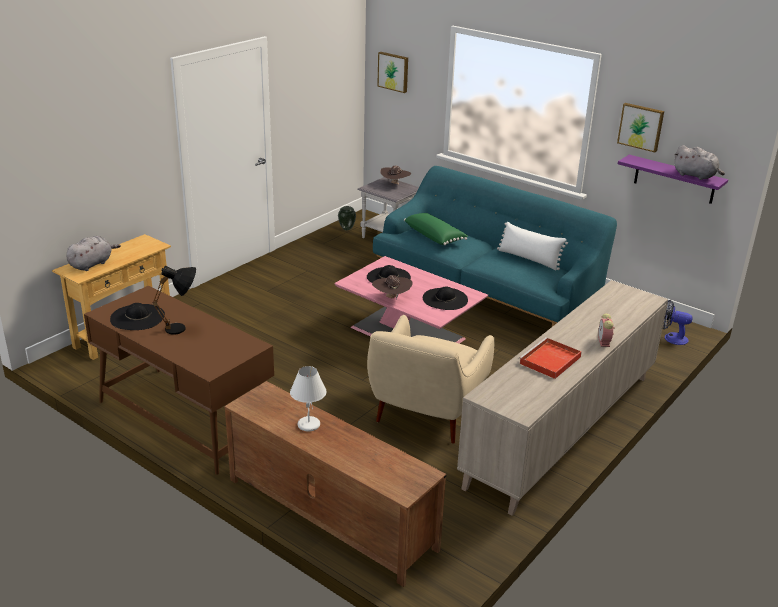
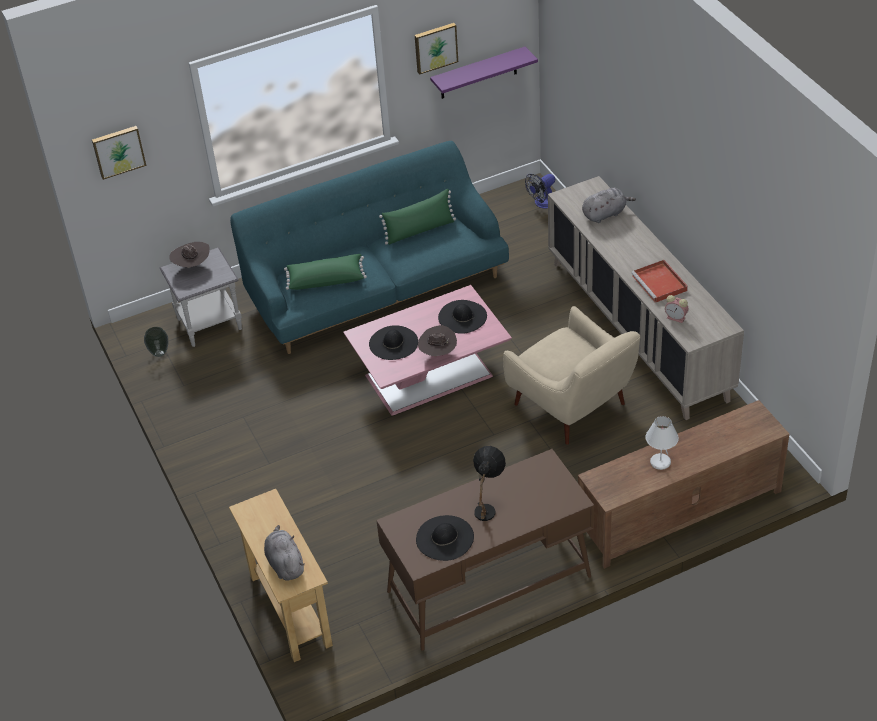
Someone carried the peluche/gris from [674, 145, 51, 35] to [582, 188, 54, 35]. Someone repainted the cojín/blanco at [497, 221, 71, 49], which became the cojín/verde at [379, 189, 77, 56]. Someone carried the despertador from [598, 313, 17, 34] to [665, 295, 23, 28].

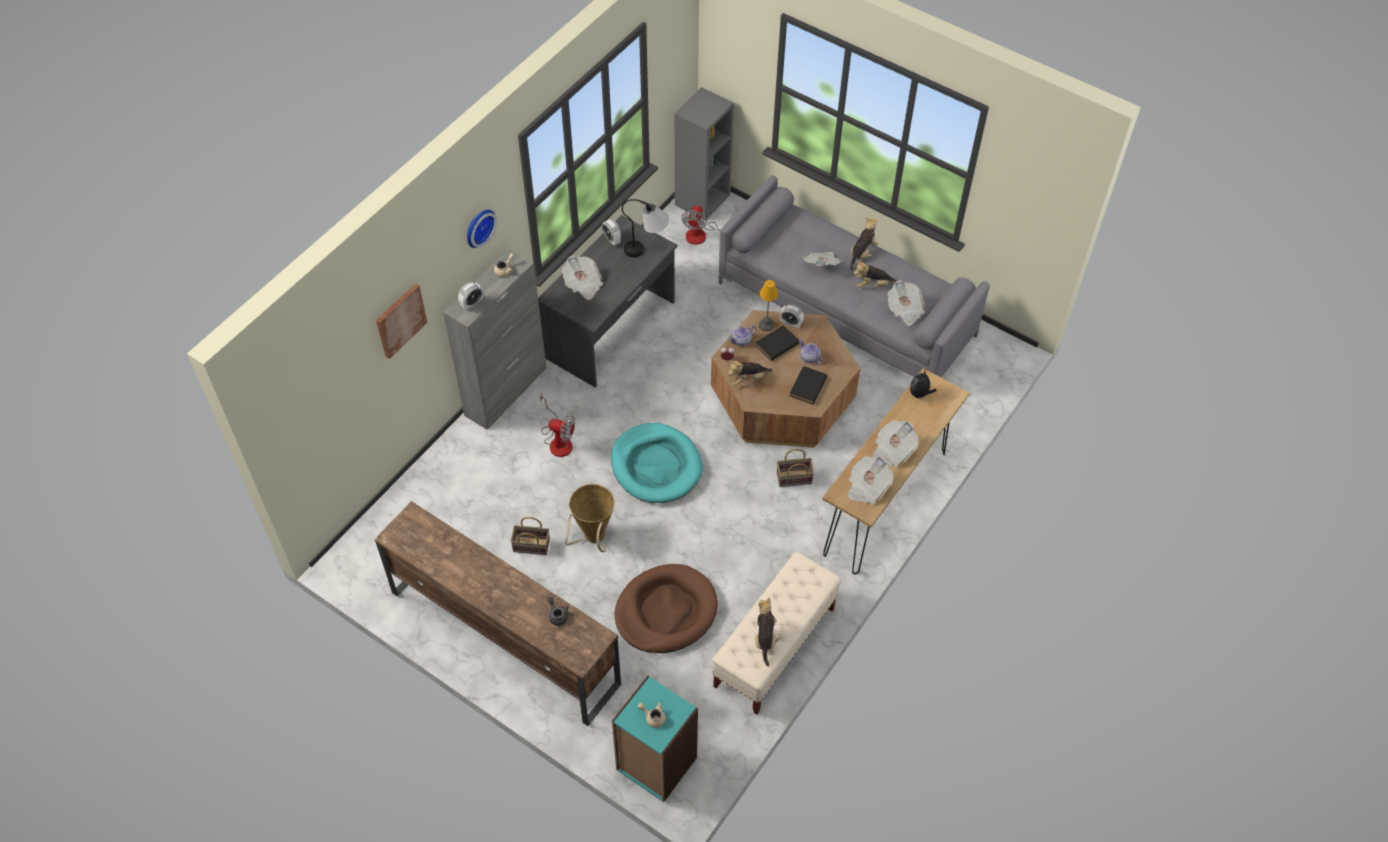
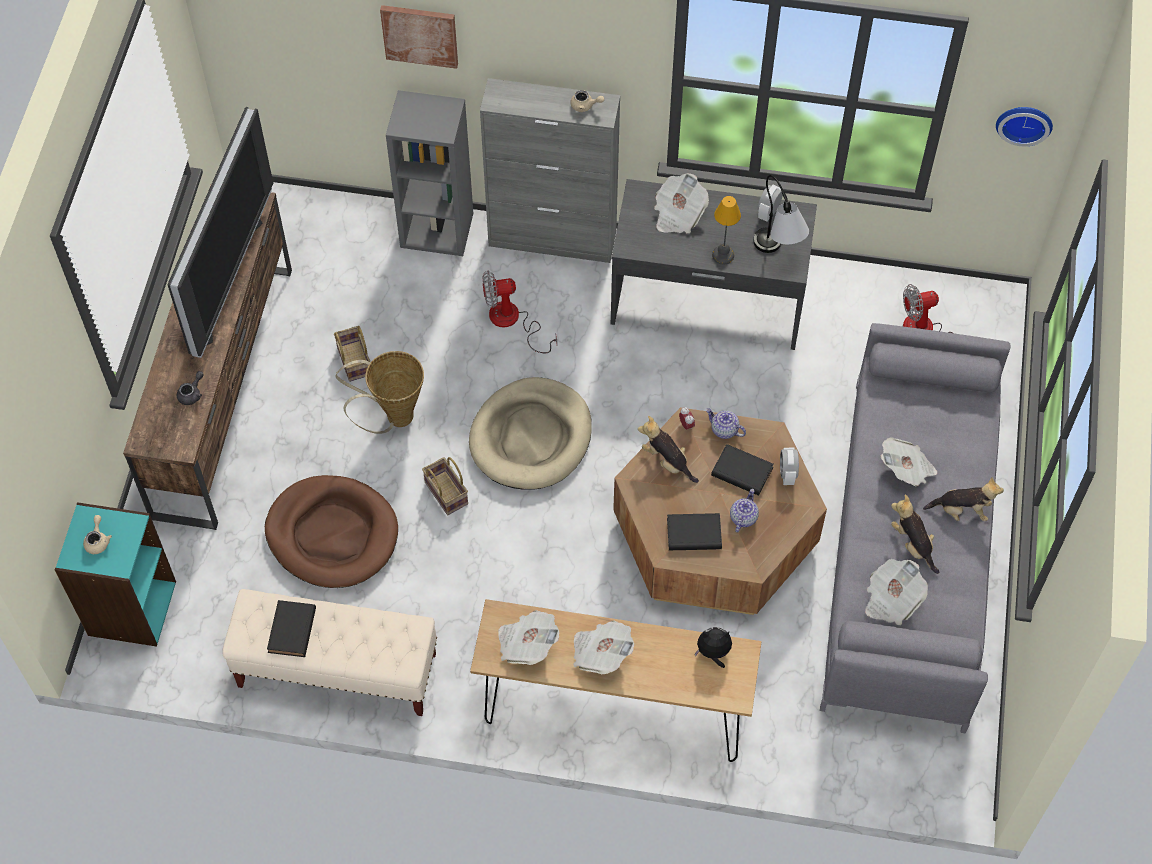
Someone carried the estantería/gris from [674, 87, 60, 133] to [386, 90, 87, 166]. Someone carried the reloj de pared from [467, 210, 30, 38] to [996, 107, 57, 39]. Someone carried the lámpara de mesa from [759, 280, 20, 51] to [712, 196, 29, 69]. Someone took away the despertador at [458, 282, 25, 28]. Someone rotated the ventilador at [540, 393, 35, 64] by 90 degrees clockwise. Someone repainted the cama para perro/turquesa at [611, 423, 92, 80], which became the cama para perro/beis at [469, 377, 123, 112]. Someone carried the cesta from [777, 449, 37, 38] to [422, 457, 46, 58]. Someone swapped the peluche at [755, 597, 25, 69] for the libro/negro at [267, 600, 49, 57]. Someone put down the televisor at [167, 107, 106, 251].

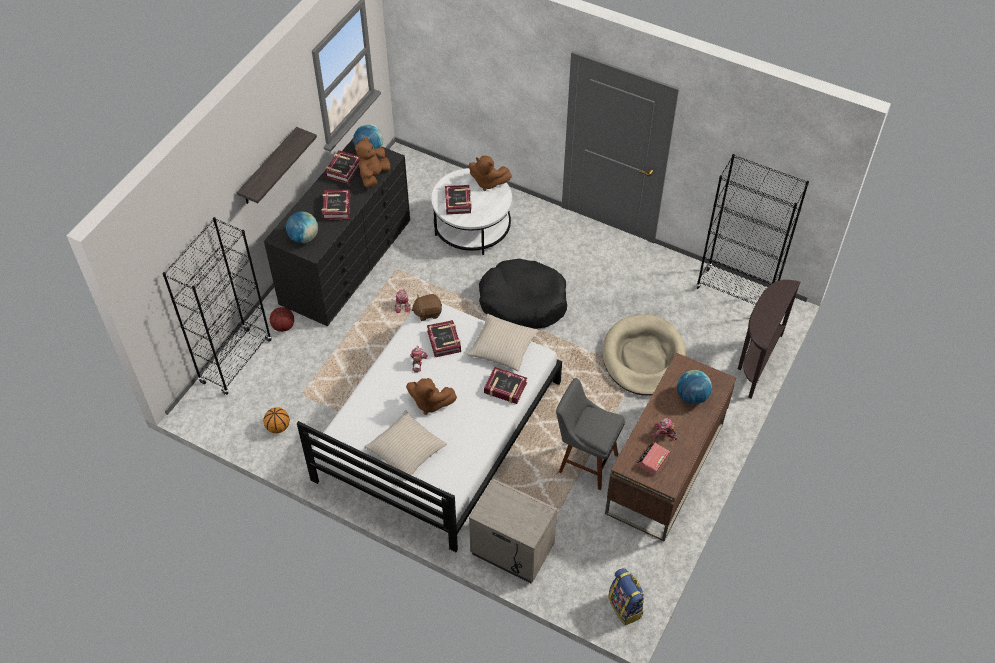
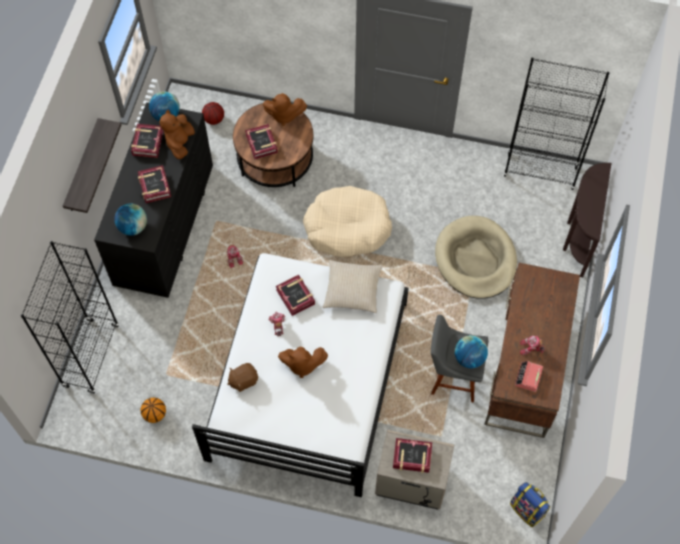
Someone repainted the mesa de centro/blanco at [431, 168, 81, 87], which became the mesa de centro/marrón at [233, 103, 80, 84]. Someone repainted the cama para perro/negro at [479, 259, 88, 70], which became the cama para perro/beis at [303, 186, 89, 71]. Someone carried the peluche/marrón from [411, 294, 31, 27] to [227, 363, 31, 29]. Someone carried the balón de baloncesto from [270, 307, 24, 25] to [202, 102, 22, 23]. Someone carried the libro from [484, 367, 43, 37] to [393, 438, 39, 35]. Someone carried the globo terráqueo from [677, 370, 35, 34] to [455, 335, 33, 33]. Someone took away the cojín/beis at [364, 410, 83, 71].

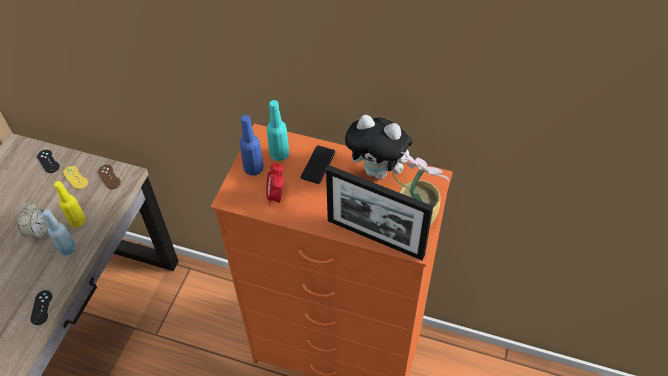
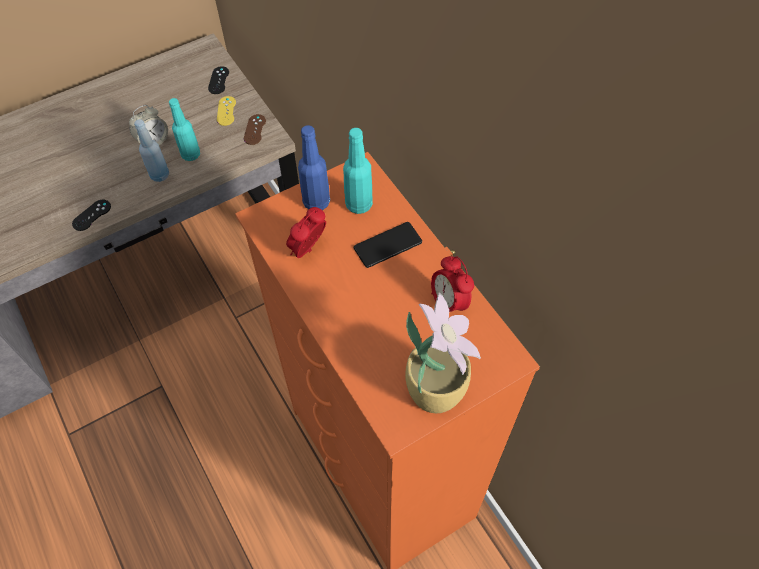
Someone swapped the peluche at [345, 115, 70, 65] for the despertador at [431, 256, 43, 56]. Someone took away the portarretratos at [326, 165, 107, 96]. Someone repainted the botella/amarillo at [54, 181, 32, 46], which became the botella/turquesa at [169, 98, 31, 63].

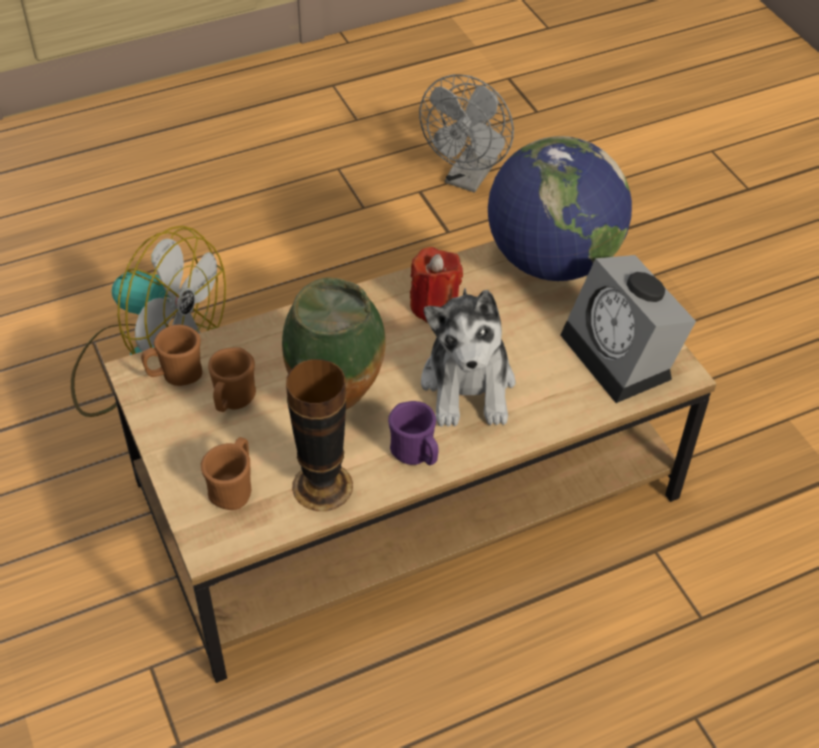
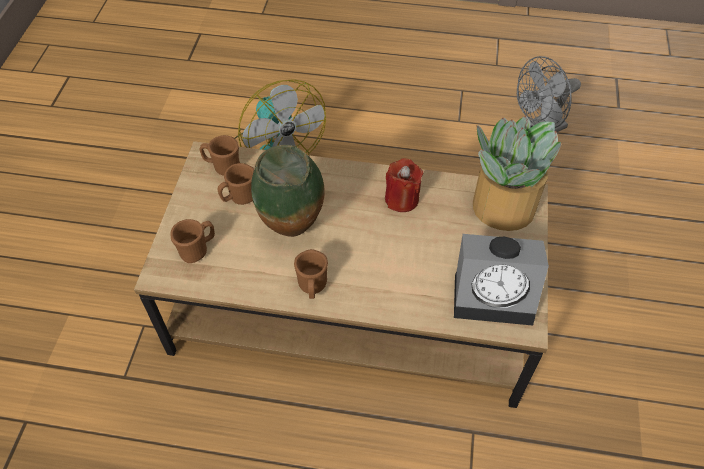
Someone swapped the globo terráqueo at [488, 136, 144, 145] for the planta en maceta at [473, 116, 89, 115]. Someone rotated the despertador at [561, 255, 135, 148] by 90 degrees counterclockwise. Someone took away the peluche at [421, 288, 95, 139]. Someone took away the florero at [286, 359, 67, 152]. Someone repainted the taza grande/morado at [388, 401, 51, 64], which became the taza grande/marrón at [294, 249, 34, 50].

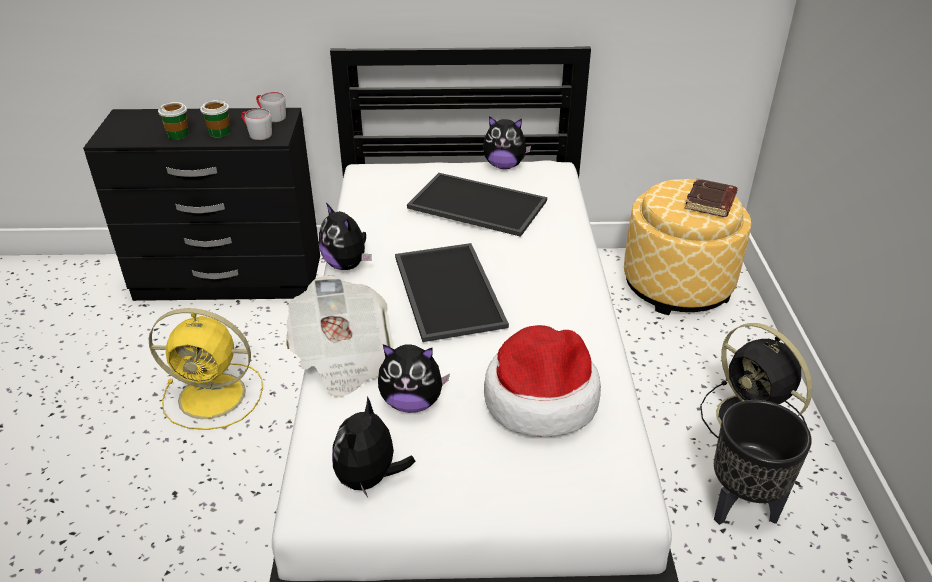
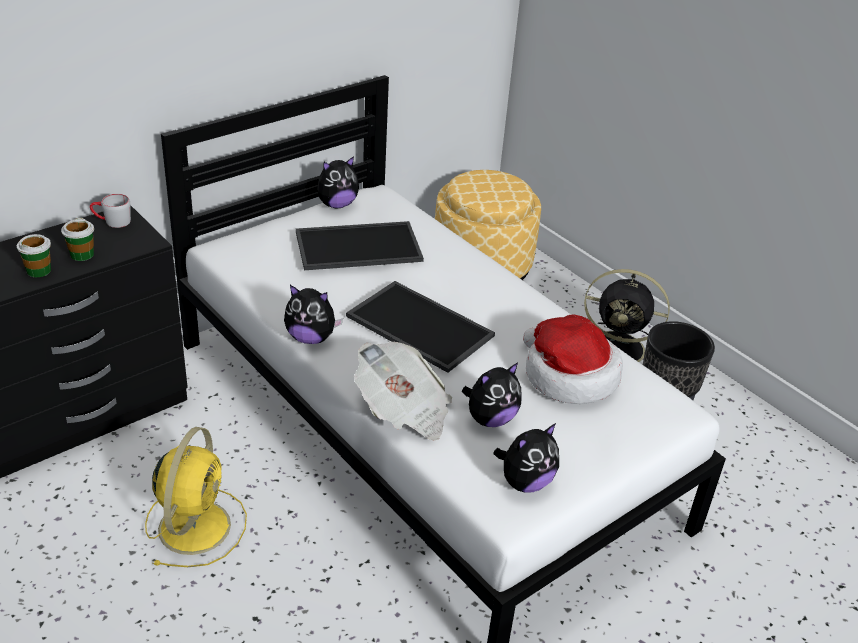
Someone took away the taza grande/gris at [241, 108, 31, 32]. Someone took away the libro/marrón at [684, 178, 54, 39]. Someone rotated the ventilador/amarillo at [149, 308, 114, 122] by 45 degrees counterclockwise. Someone rotated the peluche at [332, 396, 84, 102] by 105 degrees counterclockwise.

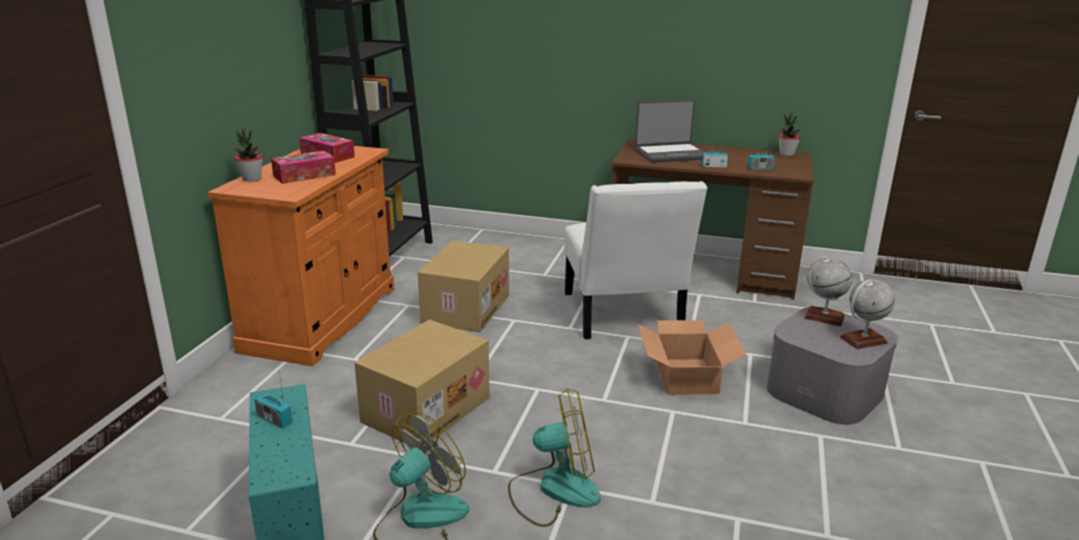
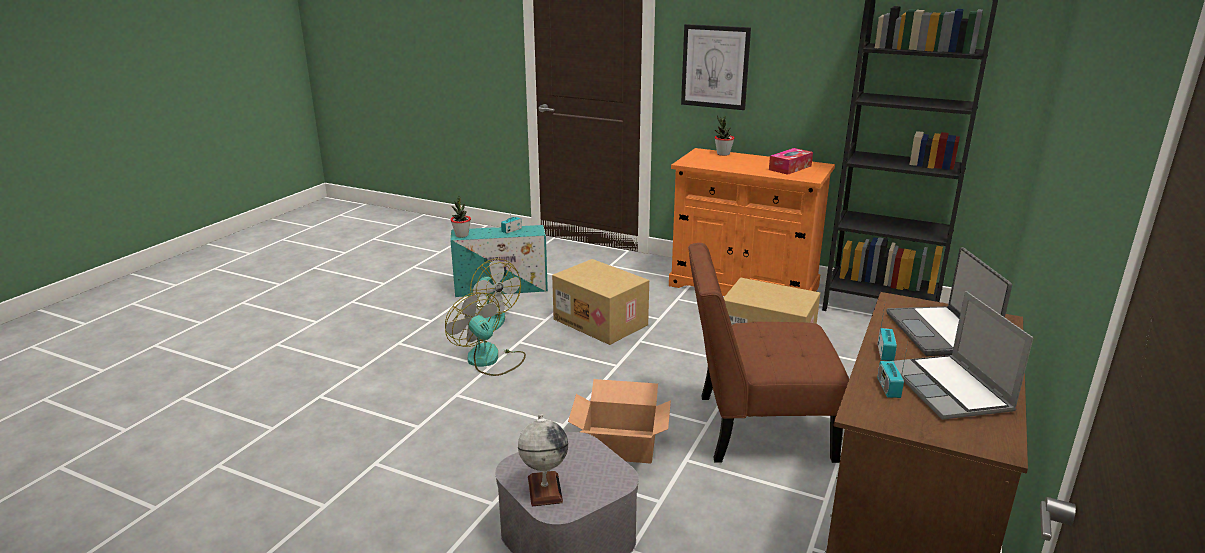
Someone carried the planta en maceta from [778, 112, 23, 44] to [450, 196, 21, 41]. Someone took away the caja de pañuelos at [271, 151, 65, 33]. Someone repainted the silla/blanco at [564, 181, 143, 158], which became the silla/marrón at [688, 243, 161, 220]. Someone took away the globo terráqueo at [804, 257, 48, 70]. Someone rotated the ventilador at [508, 388, 93, 139] by 135 degrees clockwise. Someone put up the cuadro at [681, 24, 70, 86]. Someone put down the portátil at [893, 291, 141, 129].

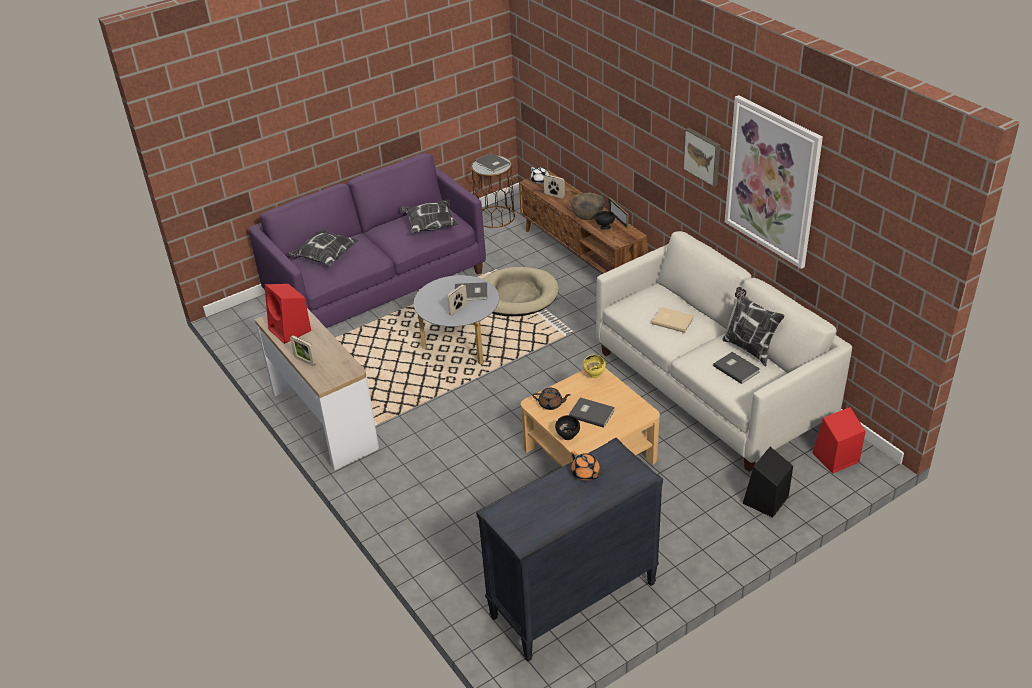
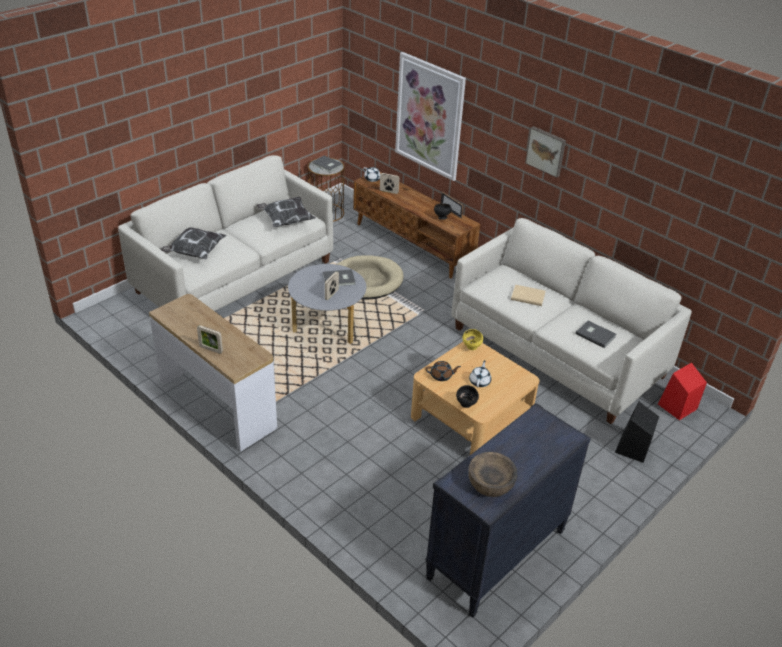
Someone carried the cuadro from [725, 95, 98, 174] to [395, 52, 71, 129]. Someone repainted the sofá/morado at [249, 153, 237, 175], which became the sofá/blanco at [118, 155, 215, 156]. Someone carried the cuenco/marrón from [571, 193, 34, 27] to [468, 452, 49, 45]. Someone took away the altavoz/rojo at [265, 284, 46, 60]. Someone took away the cojín at [722, 287, 63, 79]. Someone swapped the libro/gris at [569, 397, 46, 31] for the tetera/blanco at [469, 360, 22, 27]. Someone took away the tetera/naranja at [571, 451, 31, 30].

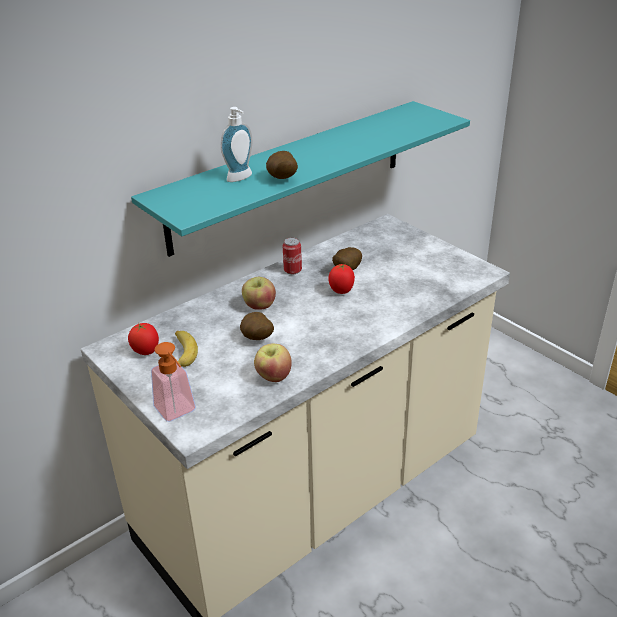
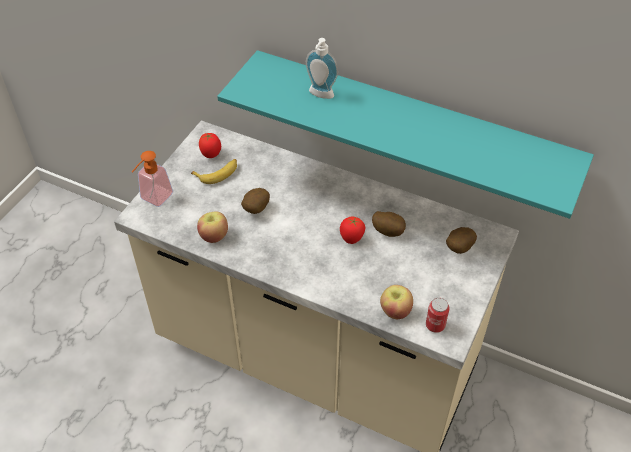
Someone carried the patata from [266, 151, 32, 28] to [446, 227, 31, 27]. Someone carried the lata from [282, 238, 20, 37] to [426, 298, 24, 35]. Someone carried the manzana from [242, 277, 34, 33] to [380, 285, 33, 34].

